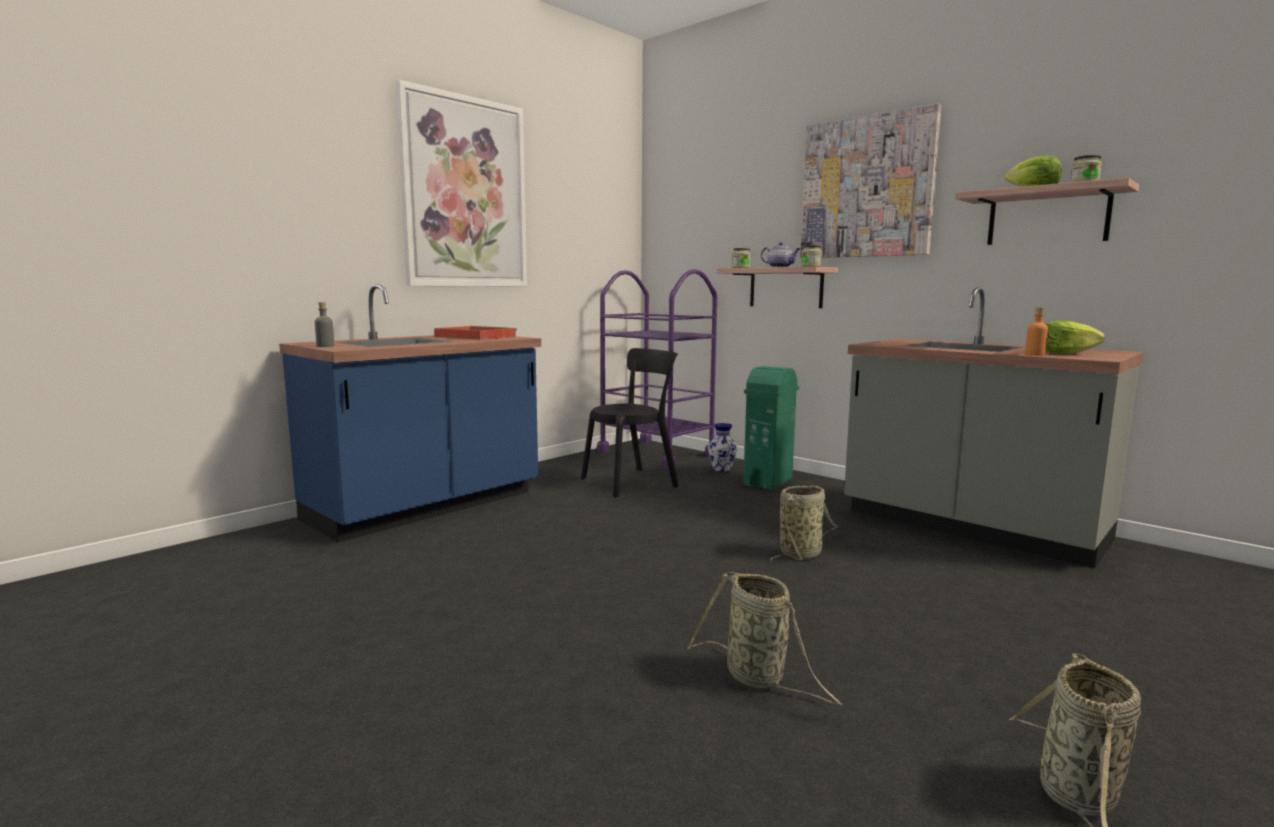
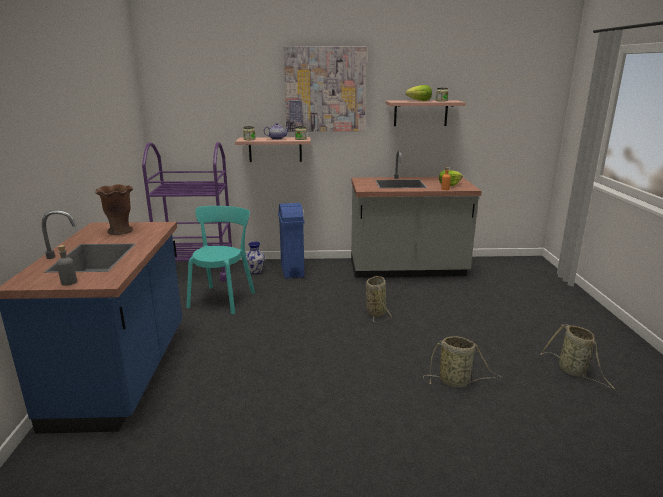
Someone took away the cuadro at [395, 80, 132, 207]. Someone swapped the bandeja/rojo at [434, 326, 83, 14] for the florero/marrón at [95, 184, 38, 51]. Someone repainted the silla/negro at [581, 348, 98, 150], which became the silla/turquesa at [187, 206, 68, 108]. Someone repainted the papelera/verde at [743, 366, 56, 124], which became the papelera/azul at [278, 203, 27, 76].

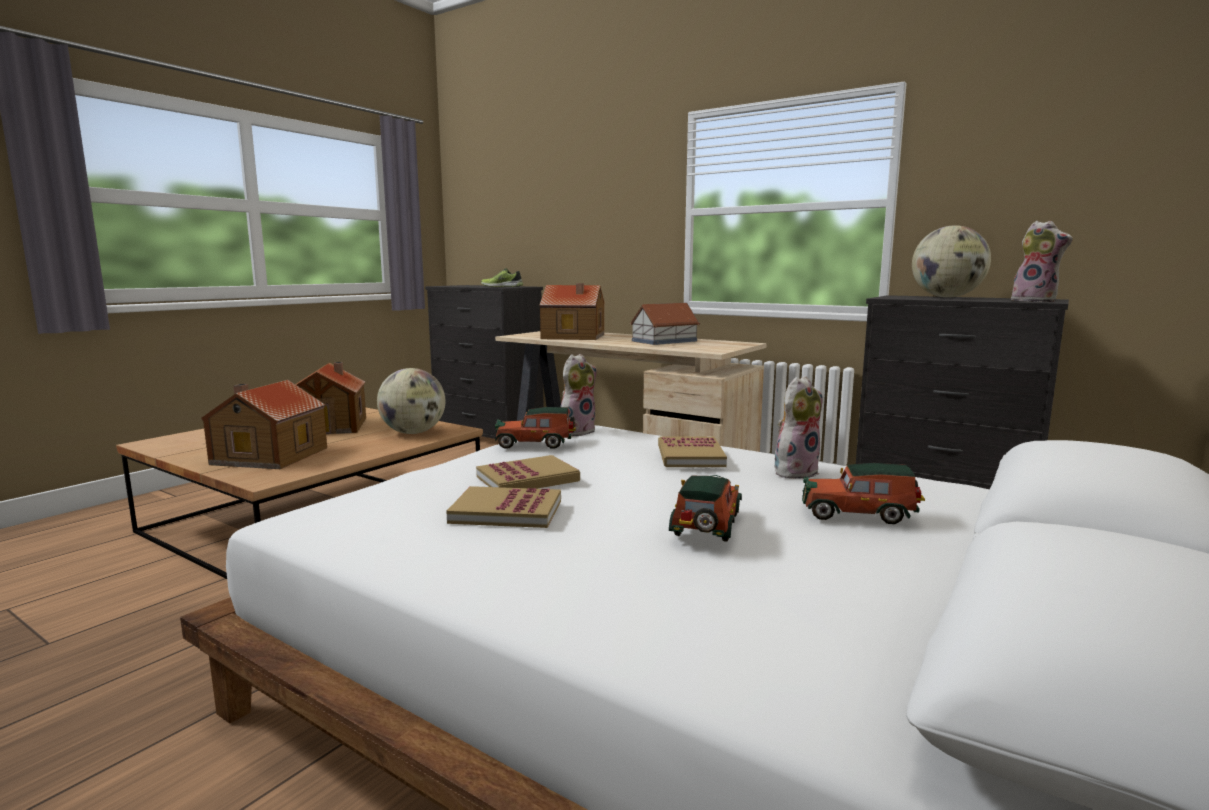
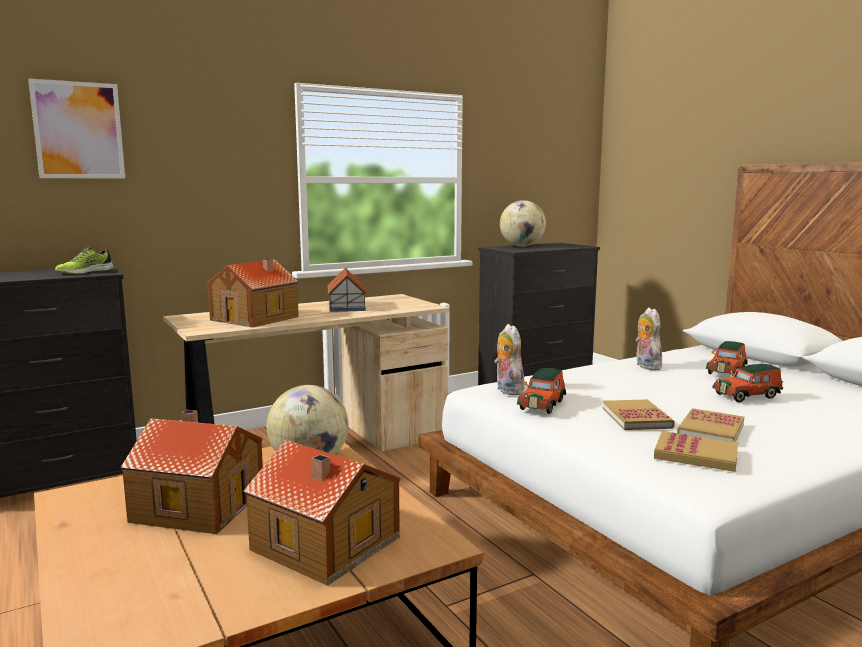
Someone took away the peluche at [1011, 221, 62, 81]. Someone carried the libro from [658, 437, 69, 30] to [654, 431, 84, 41]. Someone rotated the coche de juguete at [669, 475, 73, 67] by 60 degrees counterclockwise. Someone put up the cuadro at [28, 78, 97, 100].

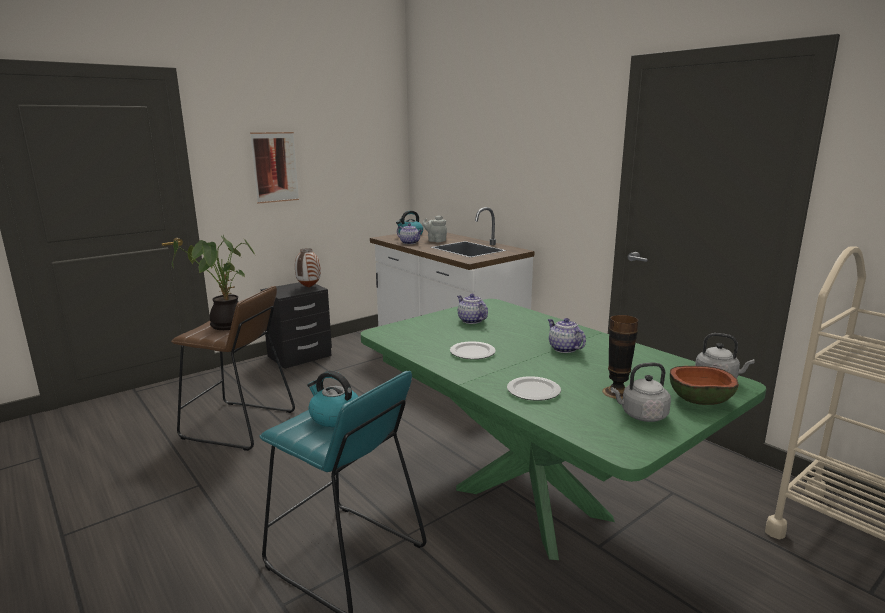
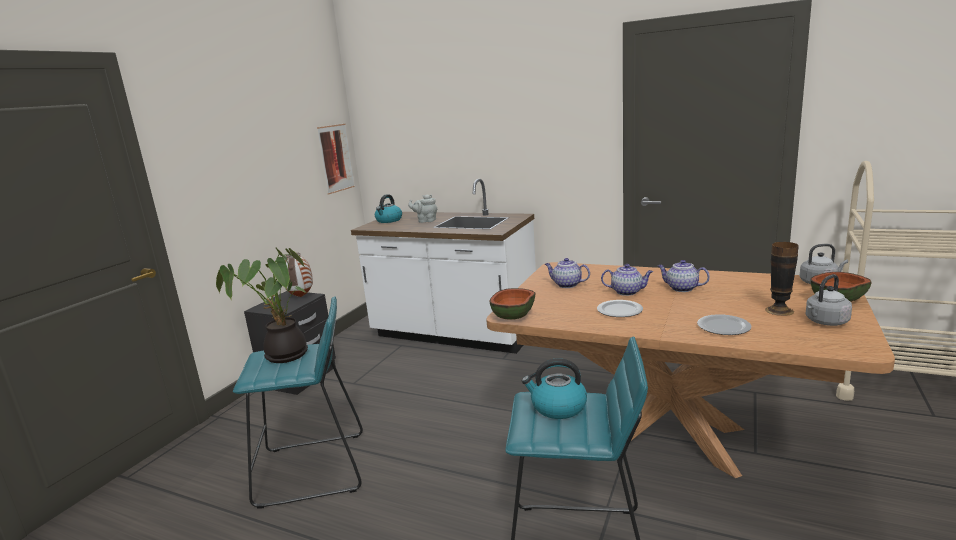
Someone carried the cuadro from [250, 132, 49, 72] to [317, 124, 38, 70]. Someone carried the tetera from [397, 223, 25, 21] to [601, 264, 52, 32]. Someone repainted the taburete/marrón at [171, 286, 124, 165], which became the taburete/turquesa at [233, 296, 130, 213]. Someone repainted the mesa de comedor/verde at [361, 299, 405, 261], which became the mesa de comedor/marrón at [486, 262, 409, 216]. Someone put down the cuenco at [489, 288, 46, 32].

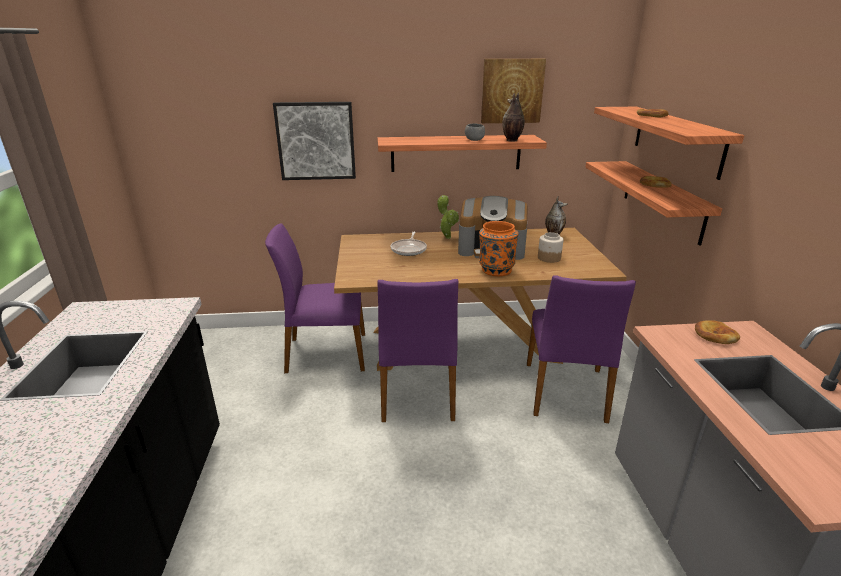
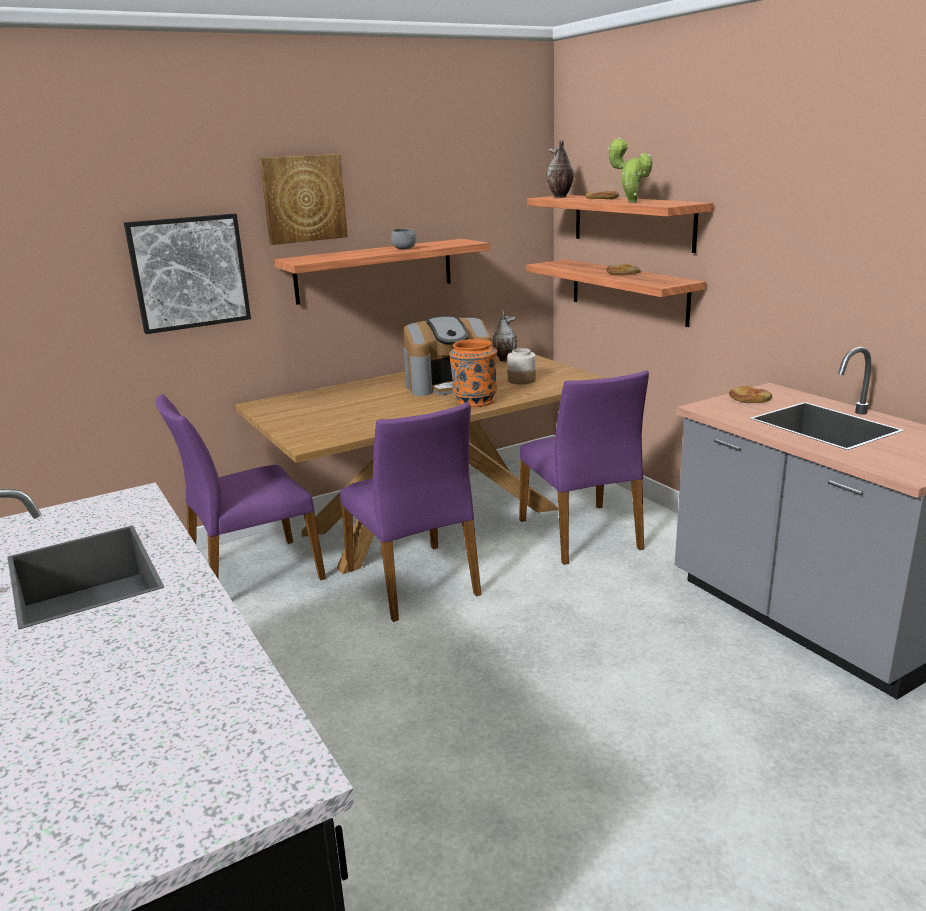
Someone carried the cuadro from [481, 59, 65, 64] to [259, 154, 89, 91]. Someone carried the florero from [502, 93, 23, 49] to [547, 140, 27, 58]. Someone carried the planta en maceta from [437, 195, 22, 44] to [608, 138, 45, 65]. Someone took away the sartén at [391, 232, 36, 24].

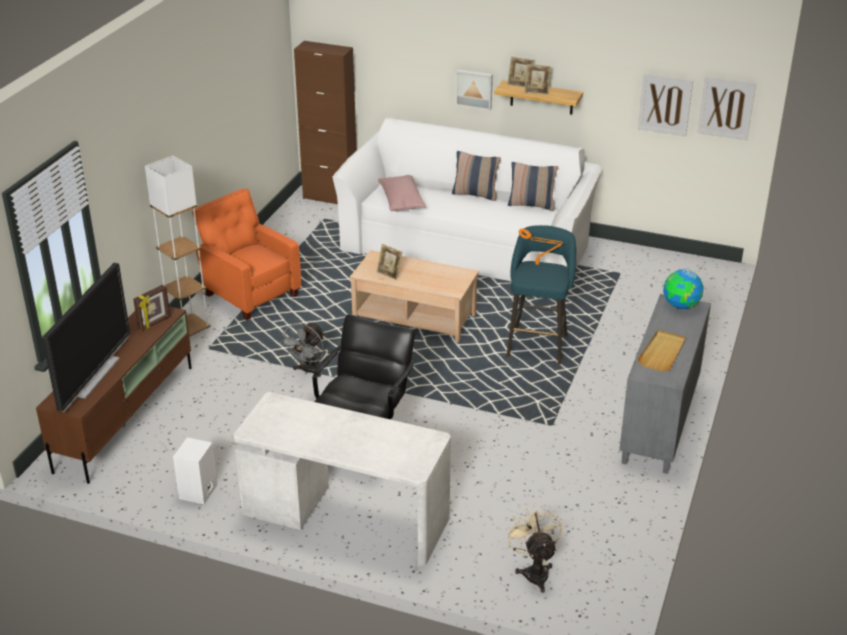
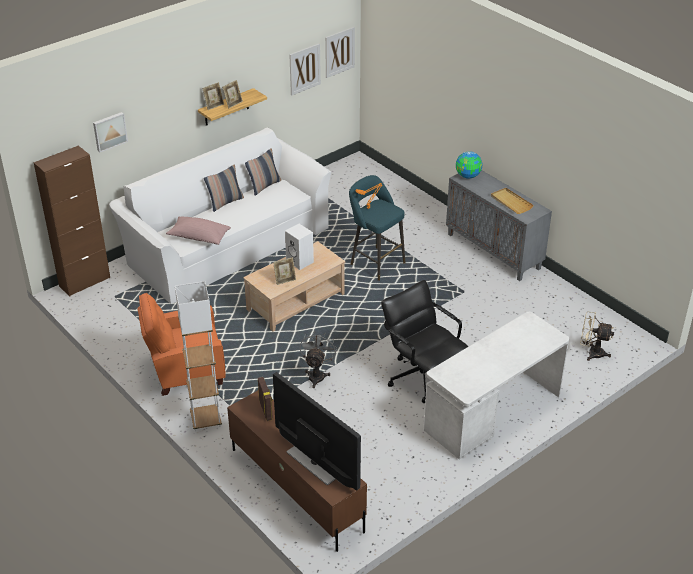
Someone carried the cuadro from [455, 69, 38, 41] to [93, 112, 35, 41]. Someone rotated the ventilador/gris at [280, 322, 45, 55] by 135 degrees counterclockwise. Someone carried the altavoz/blanco from [173, 437, 44, 67] to [285, 224, 29, 46].

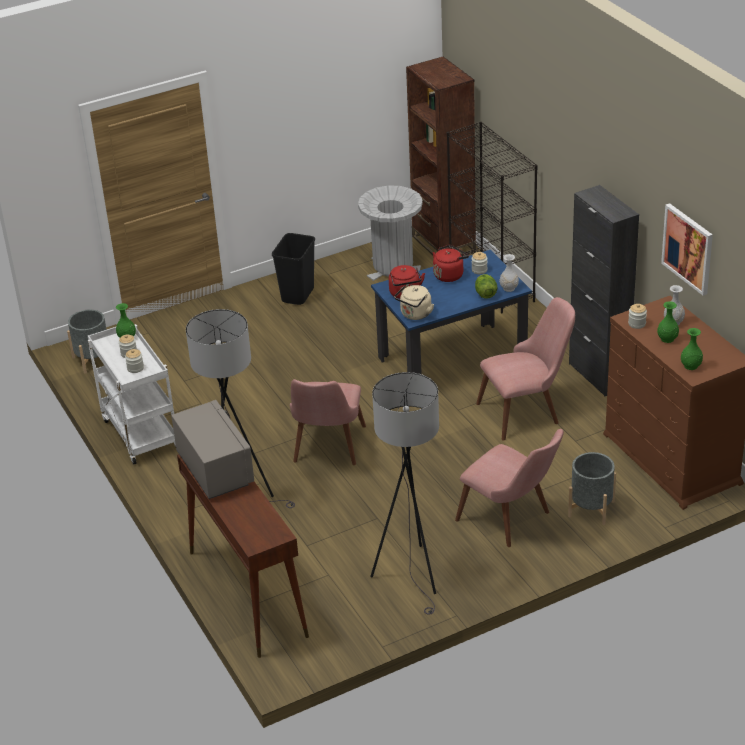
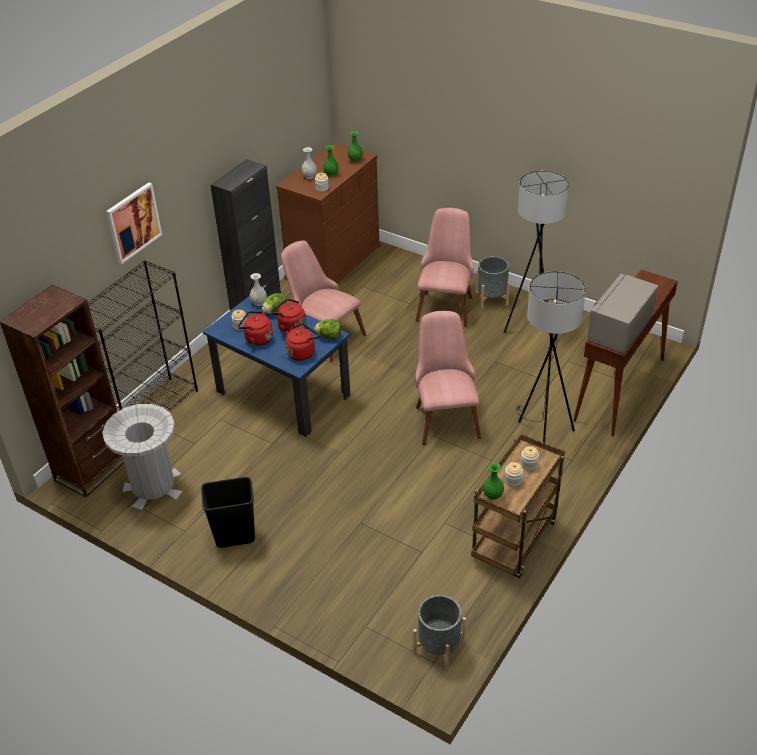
Someone carried the cuadro from [661, 203, 52, 93] to [106, 183, 56, 81]. Someone swapped the hervidor/beis at [394, 285, 40, 35] for the lechuga at [314, 319, 27, 20]. Someone repainted the carrito/blanco at [88, 324, 88, 140], which became the carrito/marrón at [471, 434, 94, 144]. Someone rotated the silla/rosa at [290, 379, 76, 86] by 75 degrees counterclockwise. Someone carried the maceta/gris from [568, 452, 48, 73] to [476, 256, 34, 52]. Someone put down the hervidor/rojo at [271, 299, 35, 34].

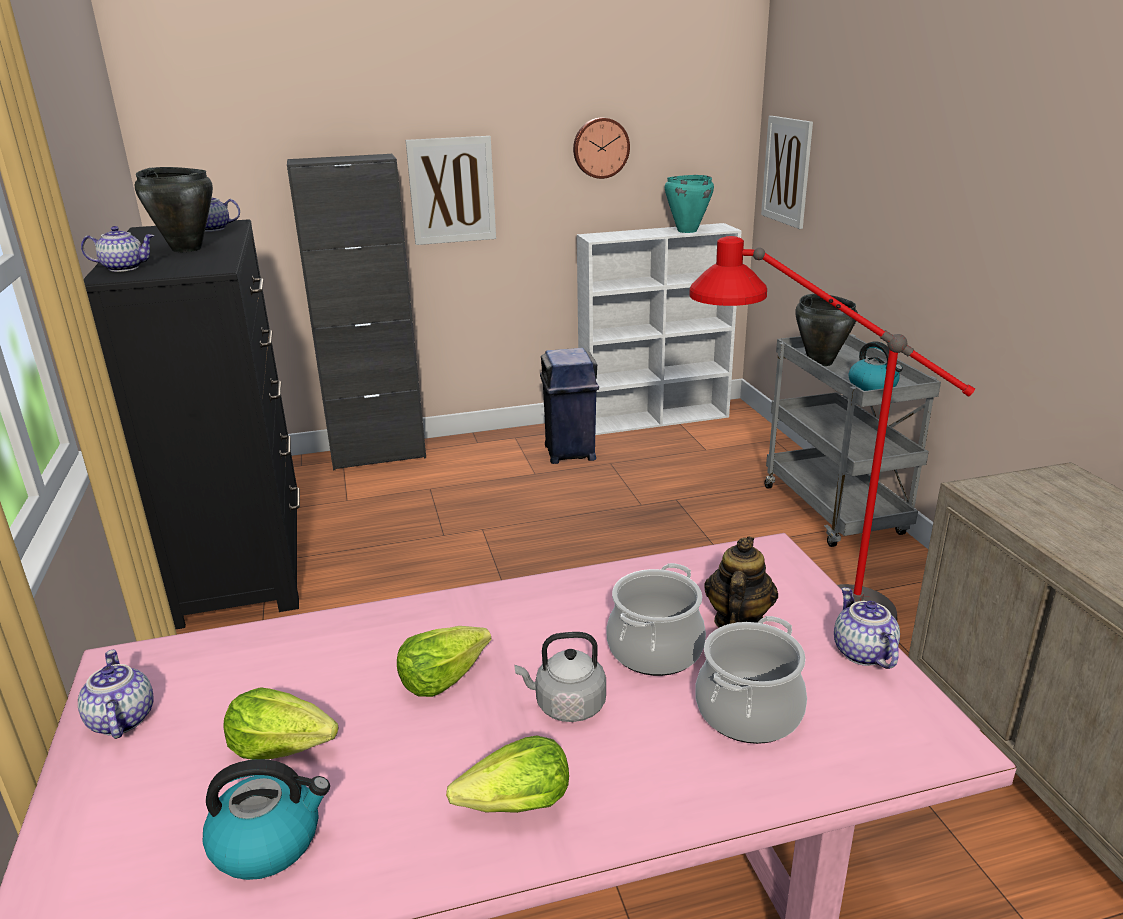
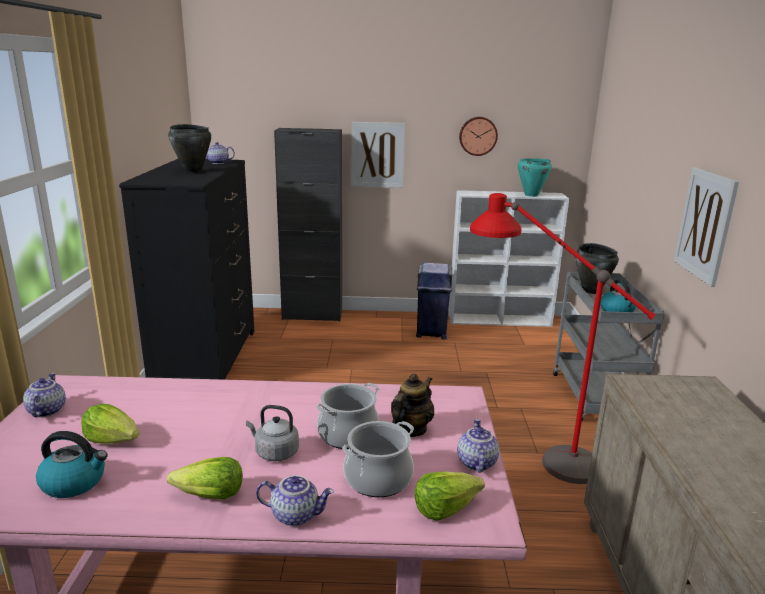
Someone carried the cuadro from [761, 116, 52, 113] to [674, 167, 65, 120]. Someone carried the tetera from [81, 226, 73, 46] to [256, 475, 78, 51]. Someone carried the lechuga from [397, 626, 94, 71] to [415, 472, 70, 49].

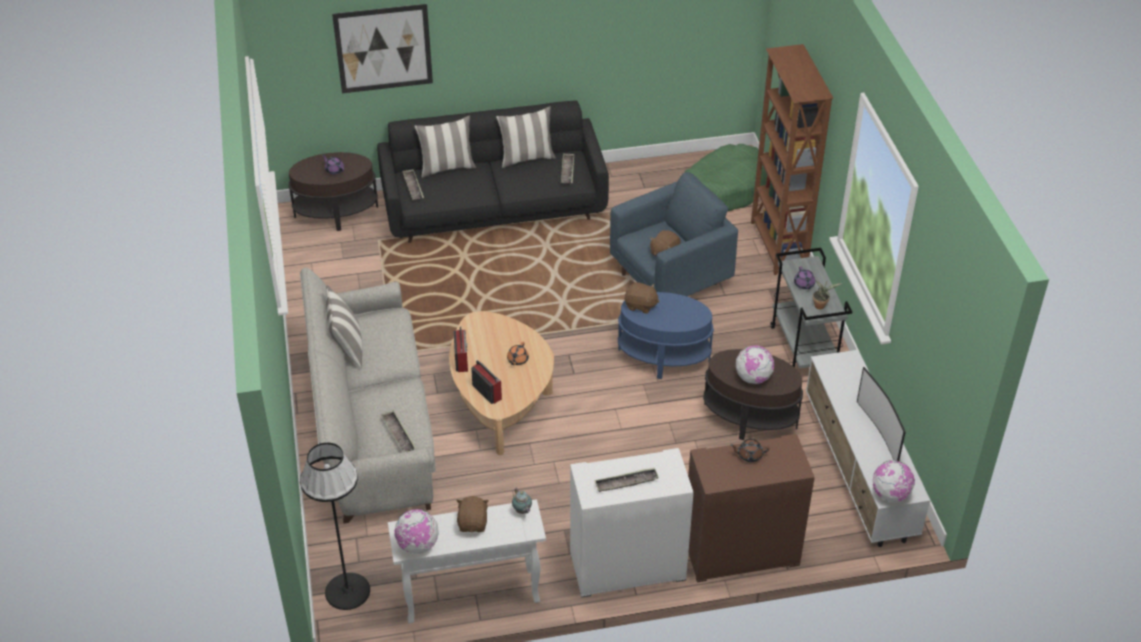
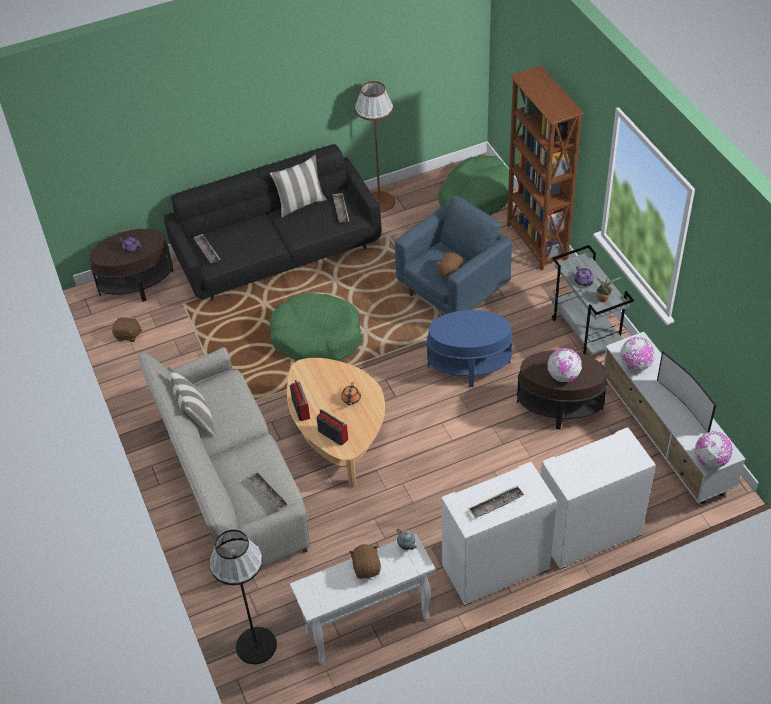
Someone took away the cuadro at [332, 4, 101, 89]. Someone took away the cojín at [415, 115, 61, 63]. Someone carried the peluche/marrón from [625, 282, 35, 32] to [112, 316, 30, 26]. Someone repainted the armario/marrón at [688, 434, 127, 149], which became the armario/blanco at [541, 427, 115, 143]. Someone took away the tetera/marrón at [730, 439, 39, 23]. Someone carried the globo terráqueo from [394, 509, 45, 45] to [620, 337, 35, 34]. Someone put down the lámpara de pie/marrón at [355, 81, 40, 131]. Someone put down the cama para perro/verde at [269, 293, 93, 68].

